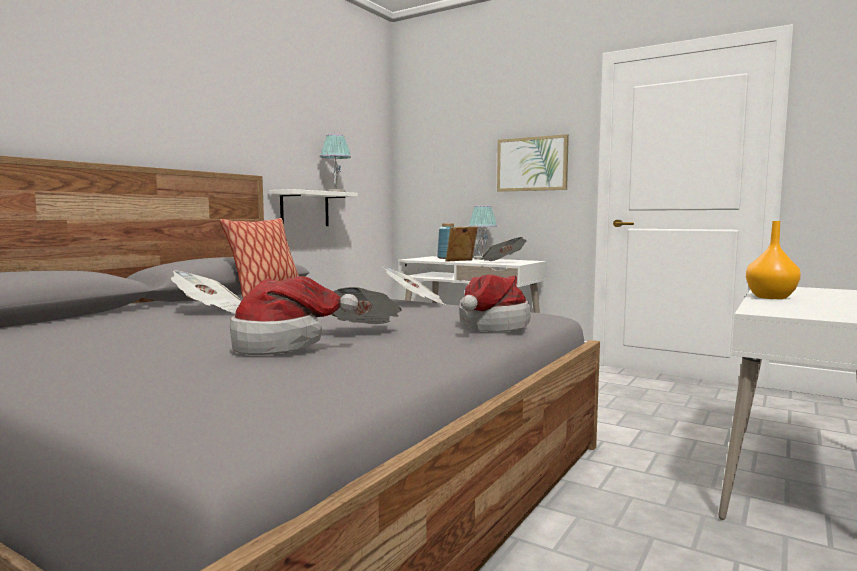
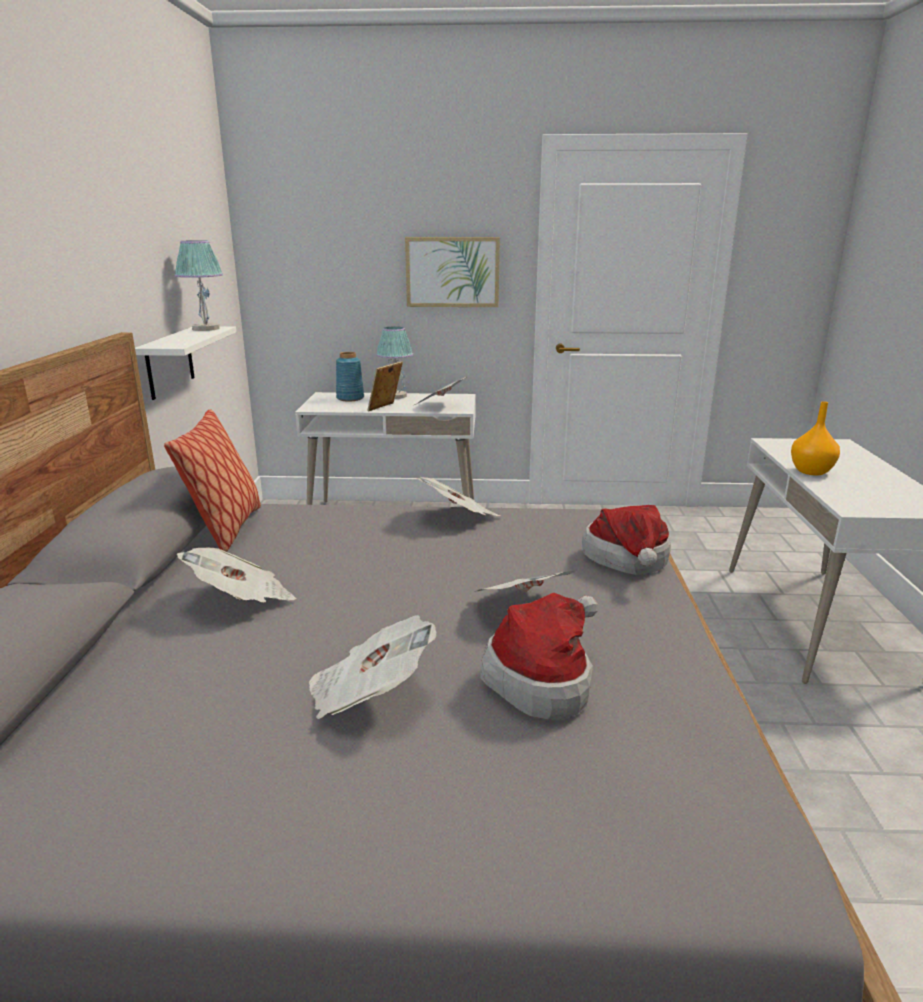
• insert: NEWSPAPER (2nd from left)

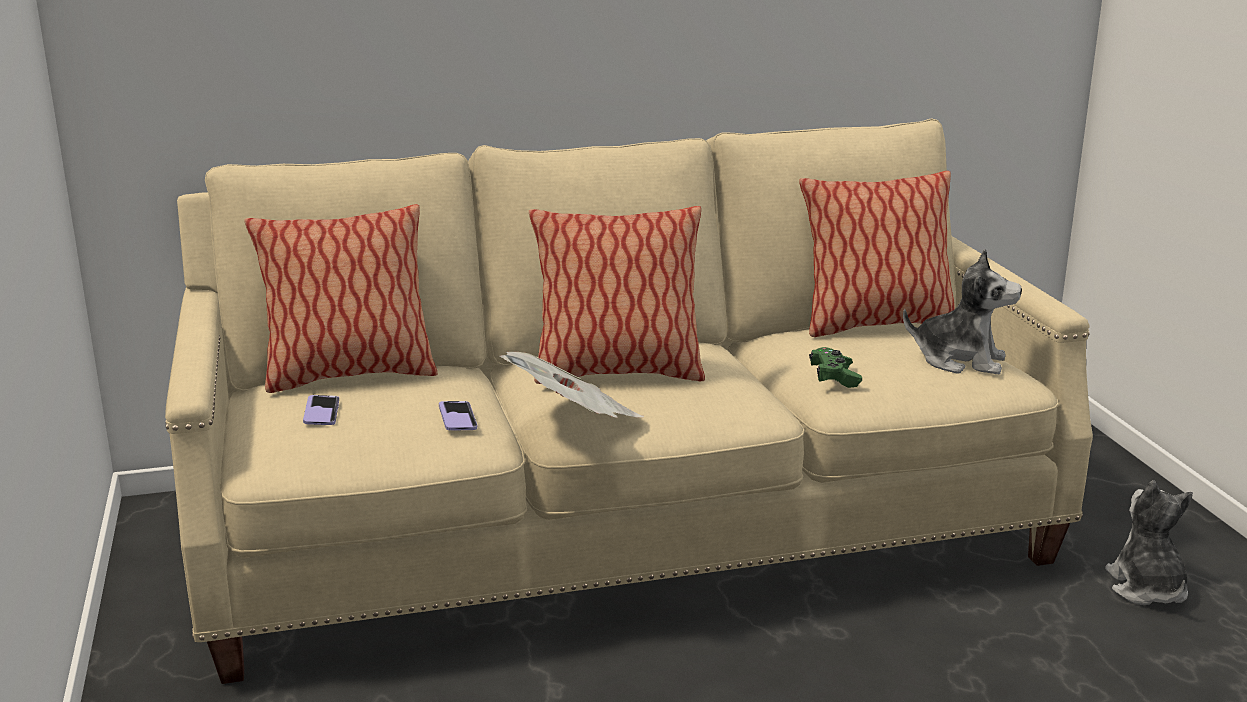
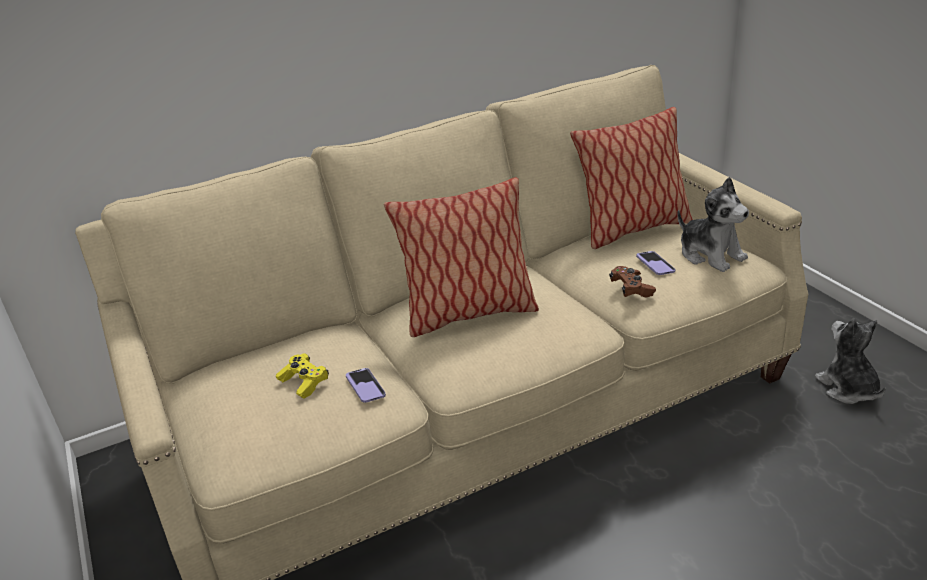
• delete: PILLOW (1st from left)
• delete: NEWSPAPER
• insert: YELLOW GAME CONTROLLER
• move: PHONE (1st from left in the first image) to PHONE (2nd from left)
• recolor: GREEN GAME CONTROLLER to BROWN GAME CONTROLLER
• rotate: PLUSH TOY (1st from left) 45 degrees clockwise

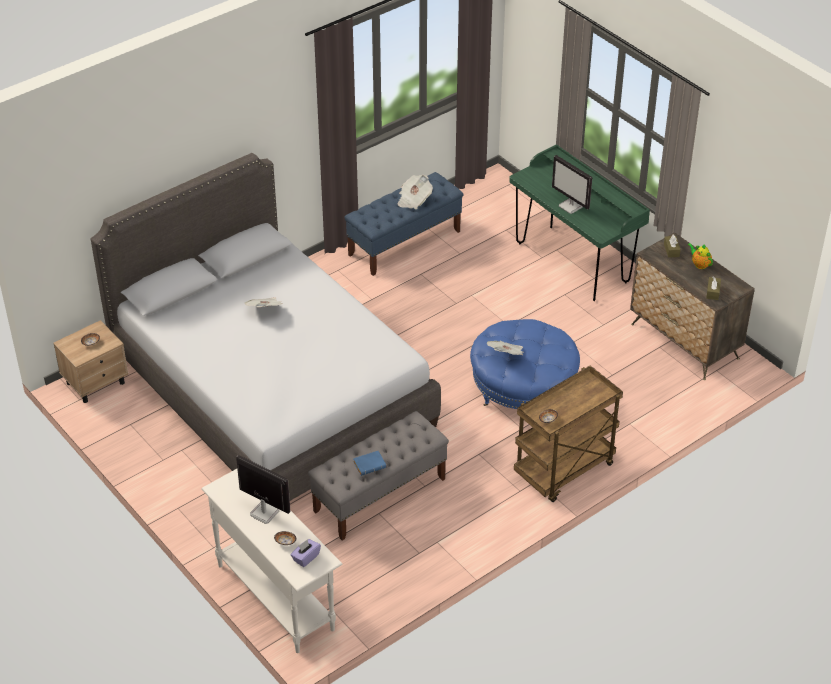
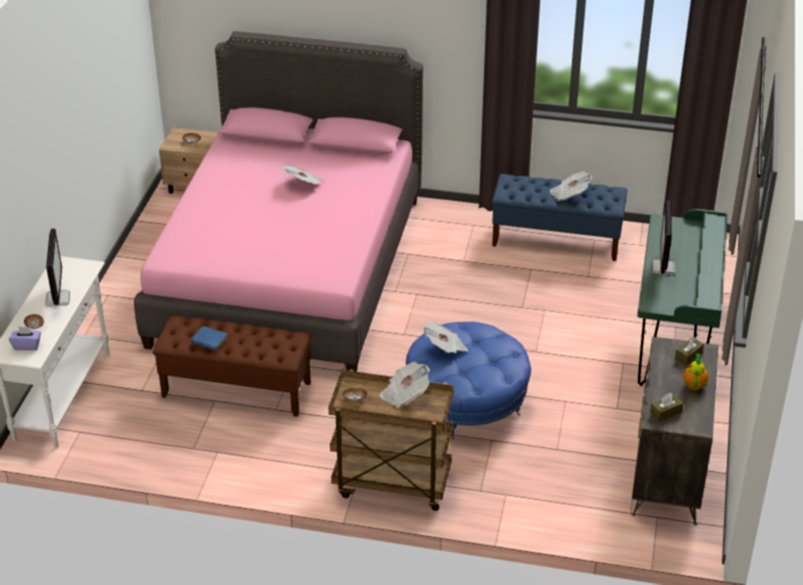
• insert: NEWSPAPER (2nd from left)
• recolor: GREY BED to PINK BED
• recolor: GREY BENCH to BROWN BENCH

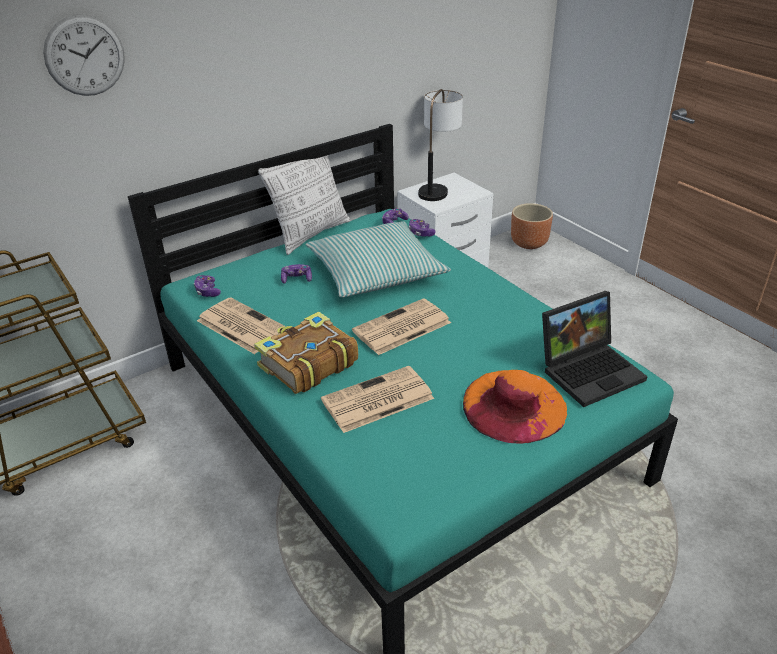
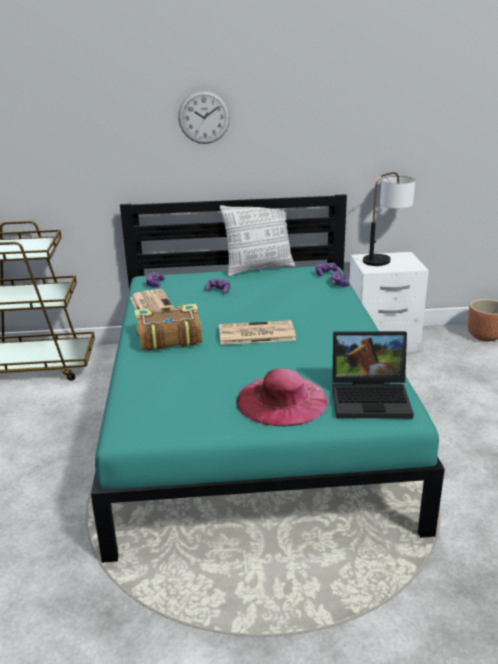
• delete: PILLOW (2nd from left)
• delete: NEWSPAPER (2nd from left)
• move: WALL CLOCK
• recolor: ORANGE HAT to PINK HAT

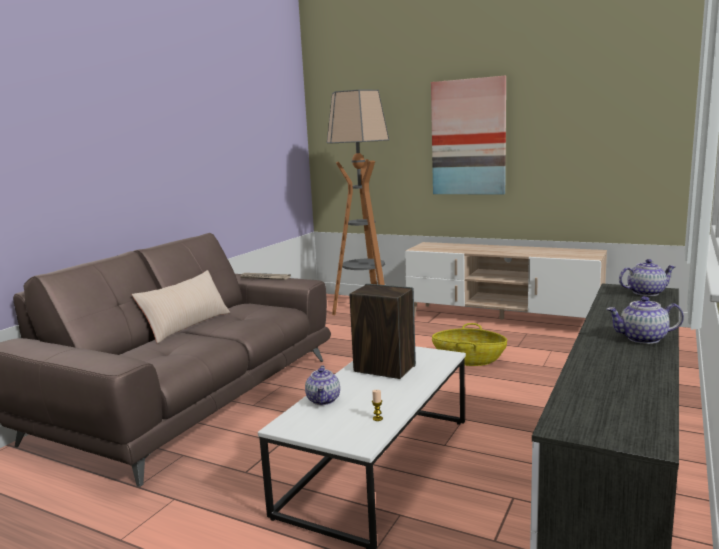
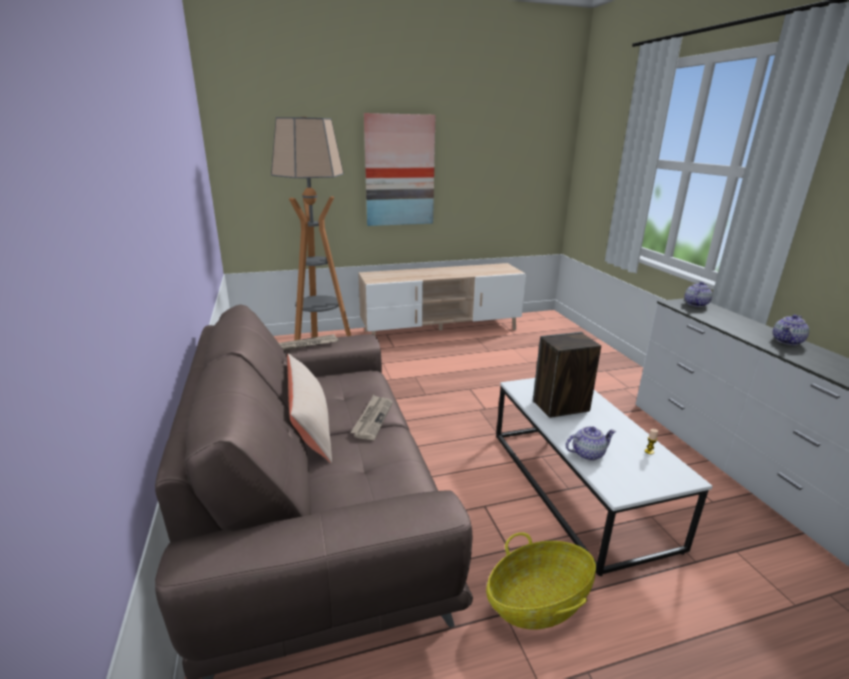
• insert: NEWSPAPER (2nd from left)
• move: BASKET
• rotate: TEAPOT (1st from left) 60 degrees counterclockwise

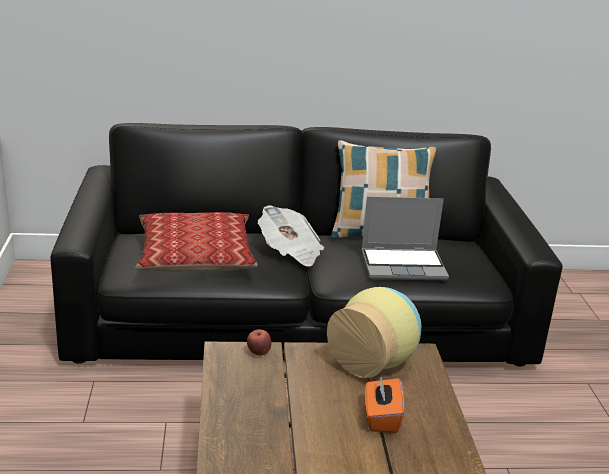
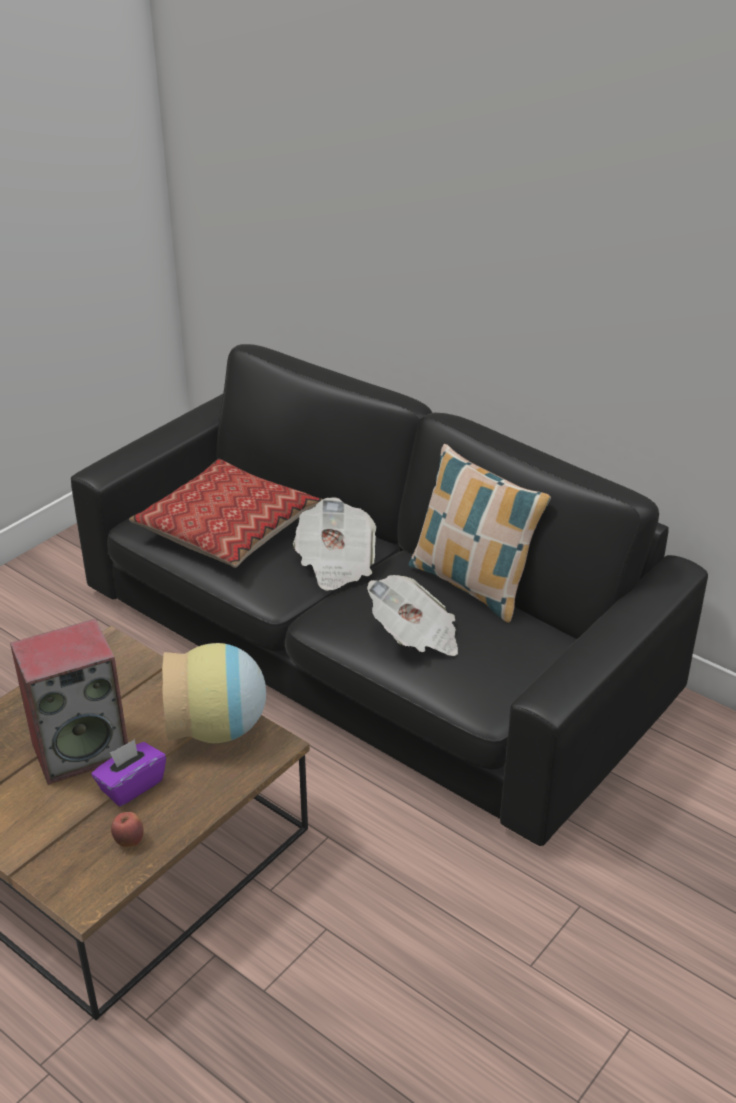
• insert: SPEAKER
• move: APPLE
• replace: LAPTOP to NEWSPAPER (2nd from left)
• recolor: ORANGE TISSUE BOX to PURPLE TISSUE BOX

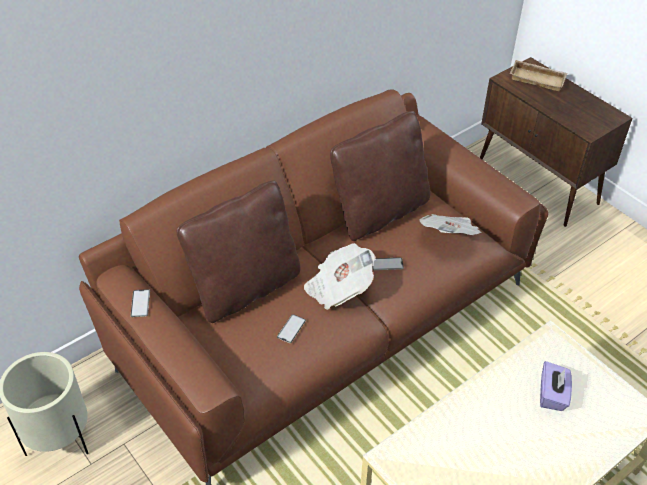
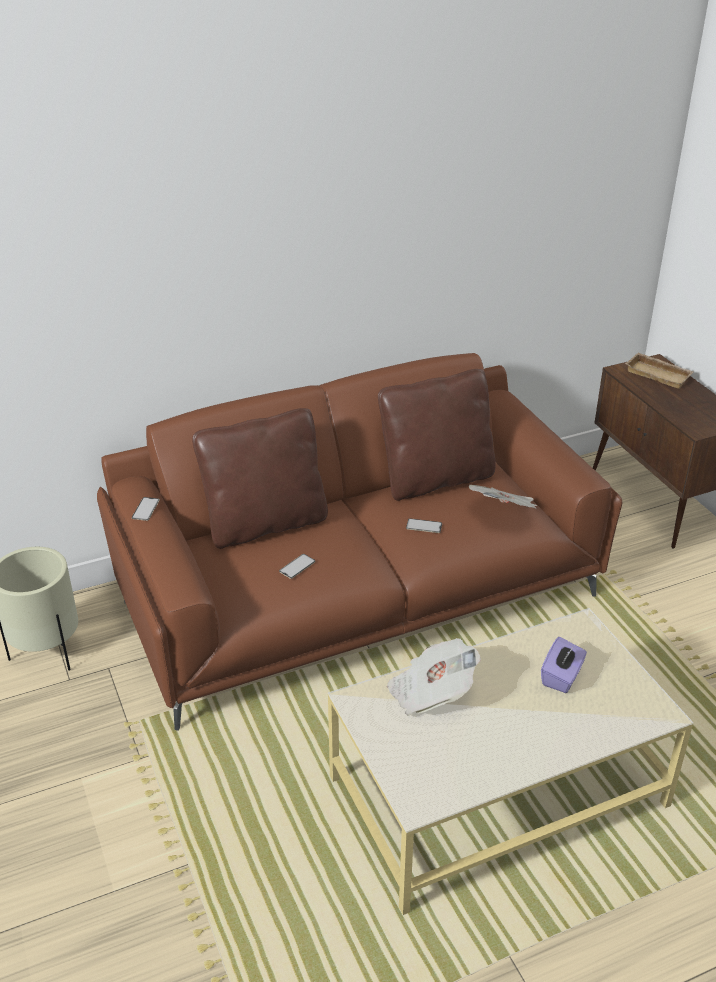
• move: NEWSPAPER (1st from left)

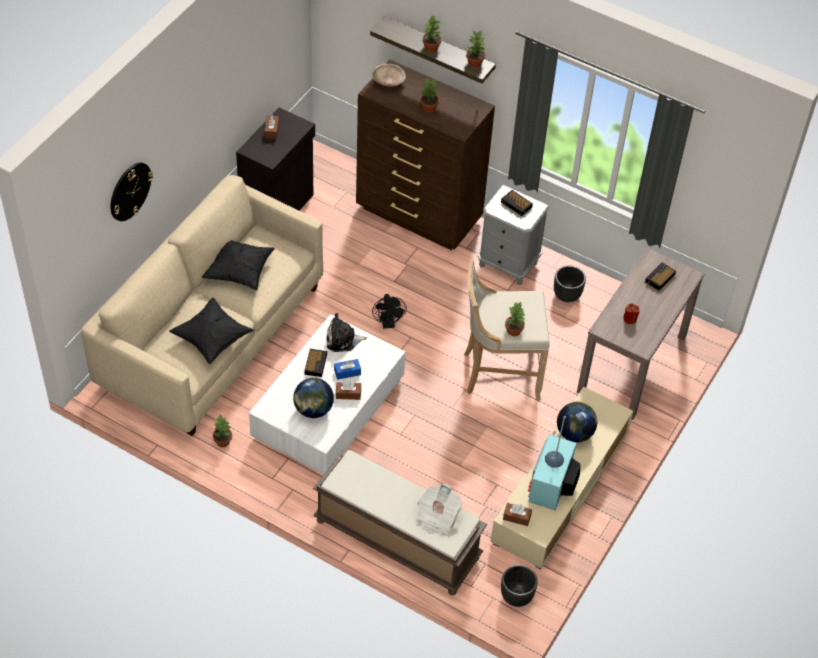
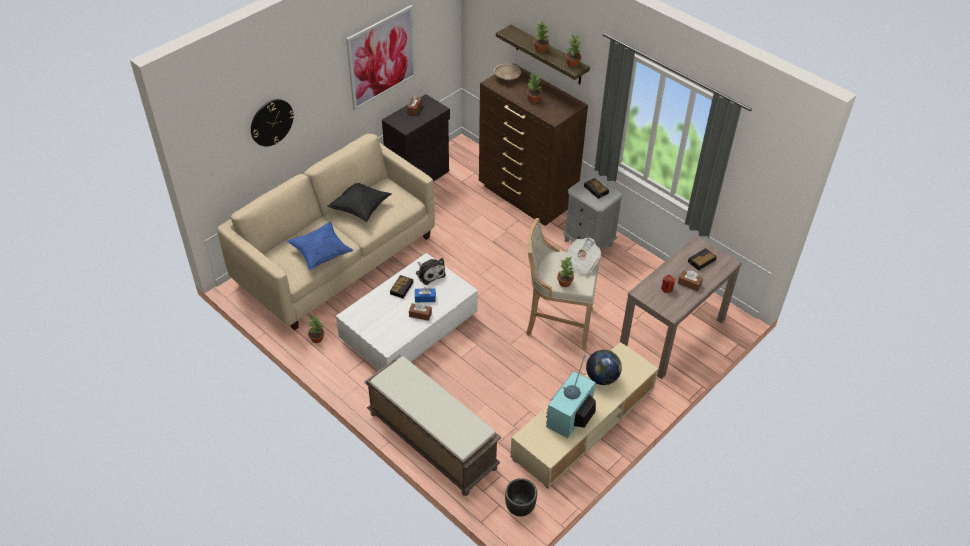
• delete: GLOBE (1st from left)
• delete: BLACK FAN
• delete: BLACK PLANTER (2nd from left)
• insert: PICTURE
• move: NEWSPAPER
• move: BROWN TISSUE BOX (3rd from left)
• recolor: BLACK PILLOW (1st from left) to BLUE PILLOW
• rotate: PLUSH TOY 135 degrees counterclockwise

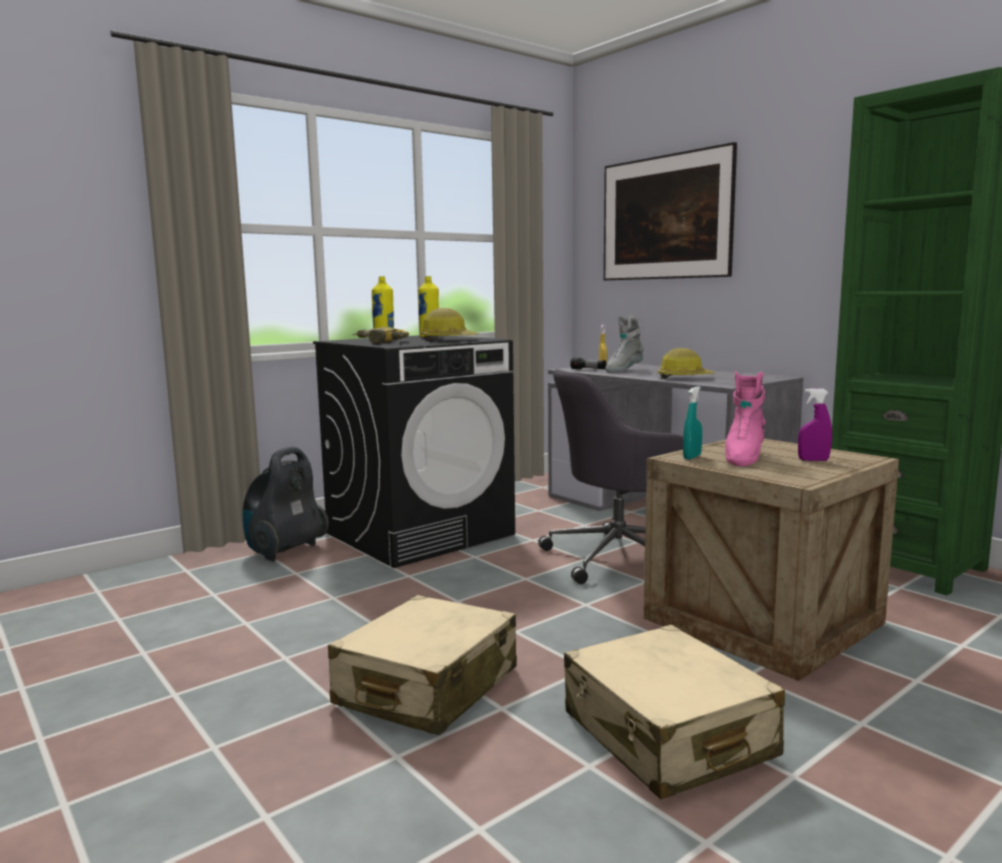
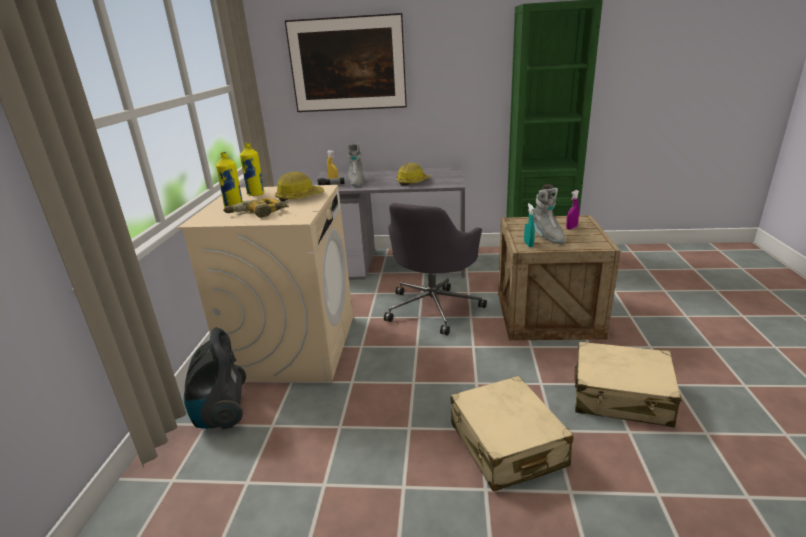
• recolor: BLACK WASHING MACHINE to BEIGE WASHING MACHINE
• recolor: PINK BOOT to GREY BOOT (2nd from left)

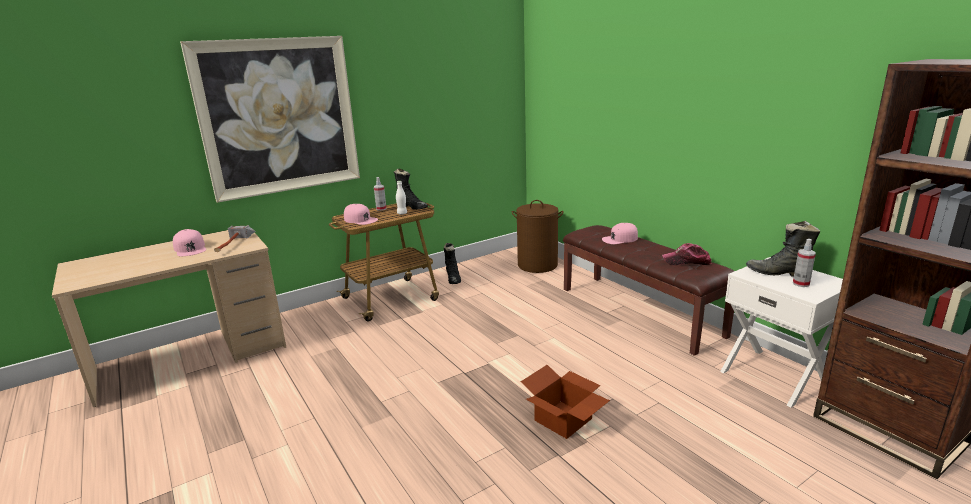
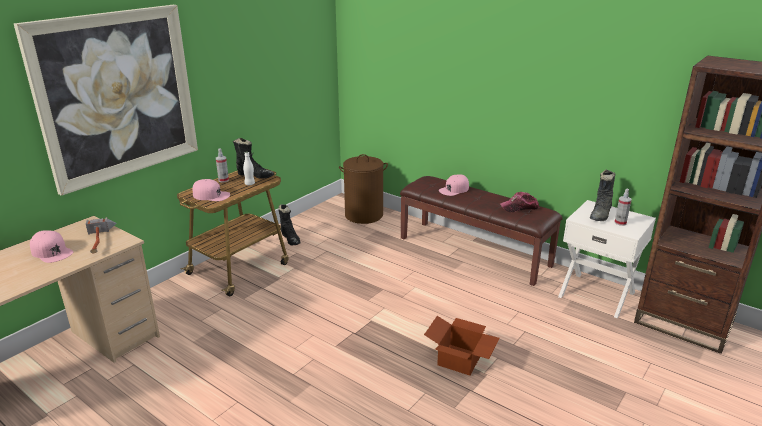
• rotate: BLACK BOOT (3rd from left) 60 degrees counterclockwise

